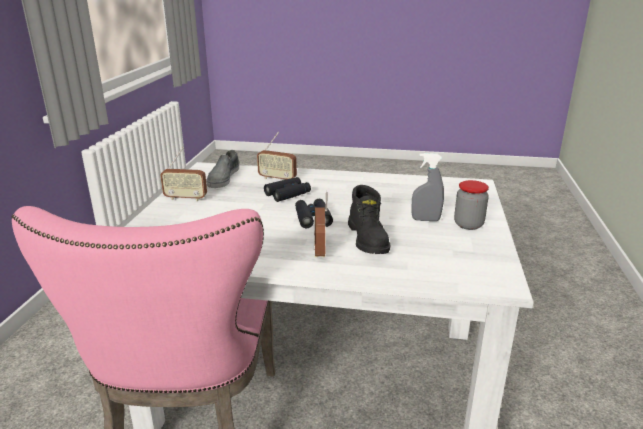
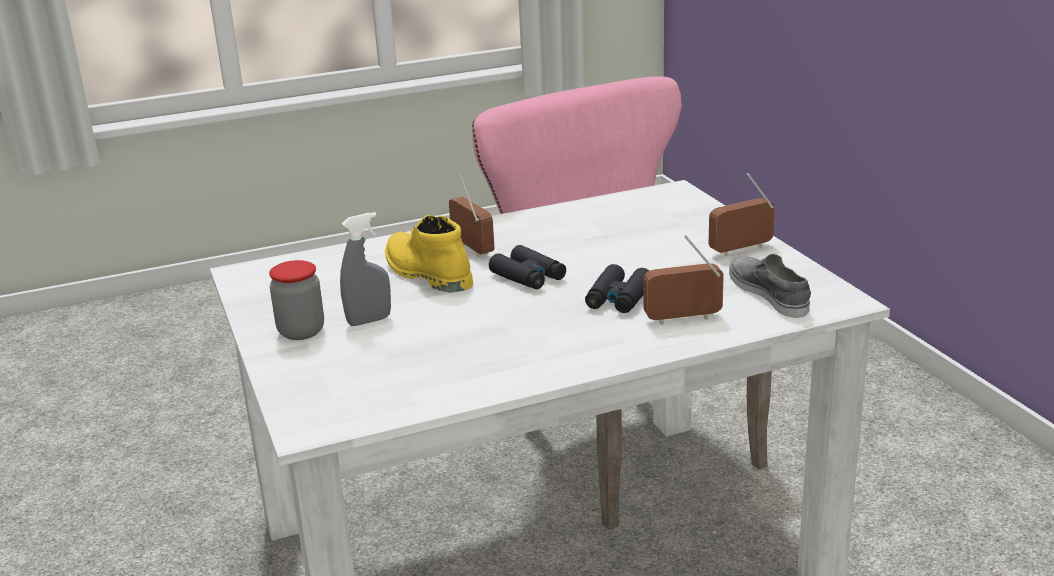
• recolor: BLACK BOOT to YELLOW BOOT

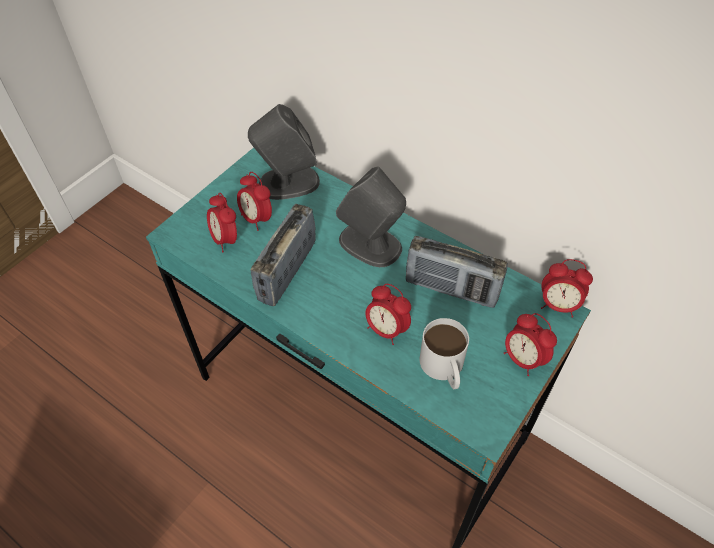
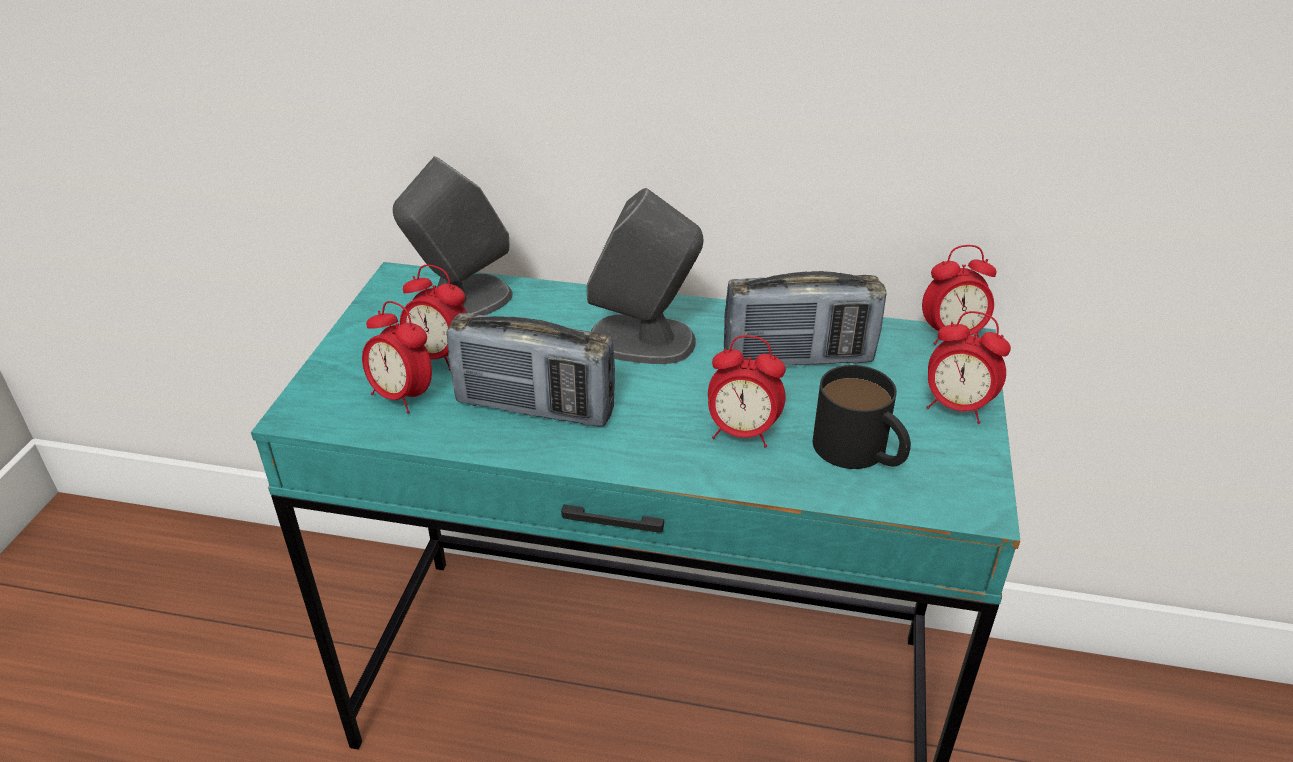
• recolor: WHITE MUG to BLACK MUG
• rotate: RADIO (1st from left) 75 degrees counterclockwise

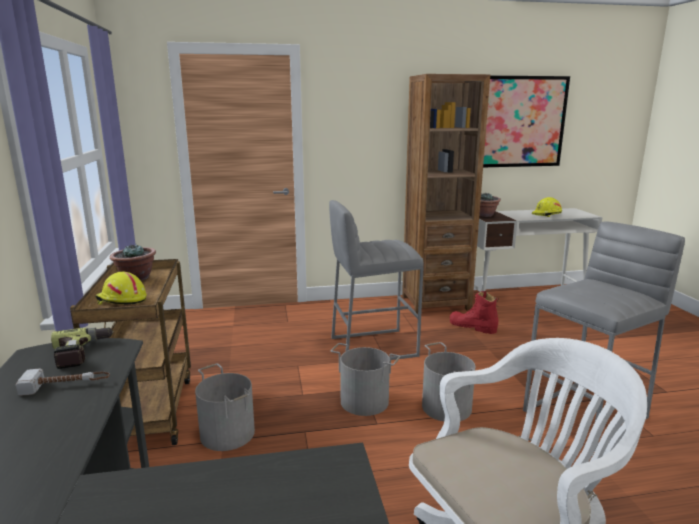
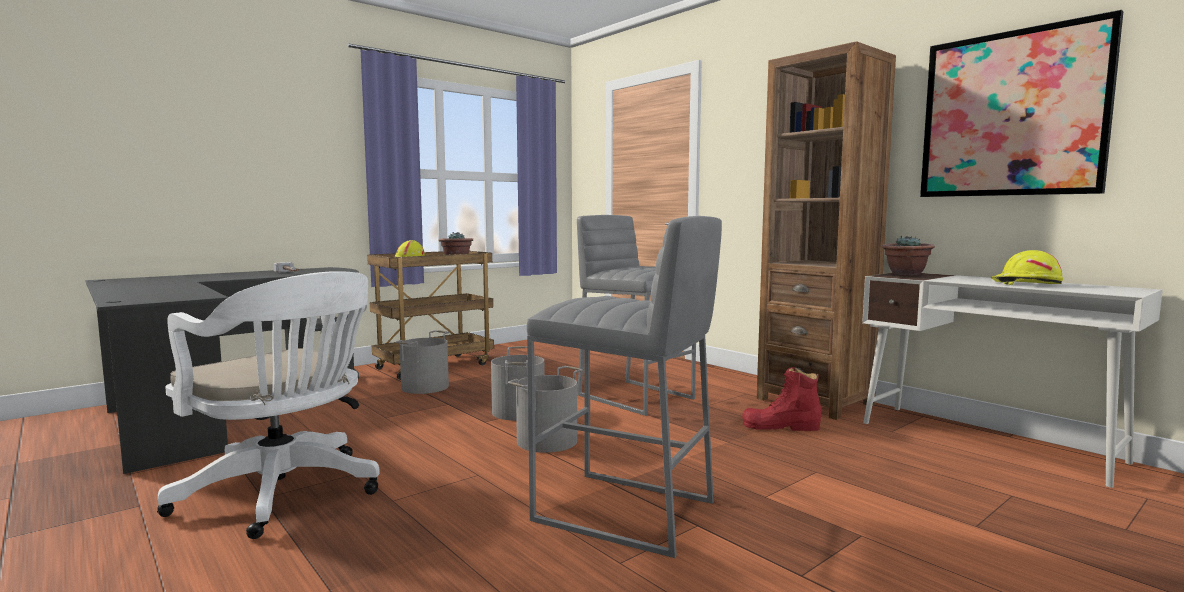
• delete: POWER DRILL
• rotate: RED BOOT 90 degrees counterclockwise

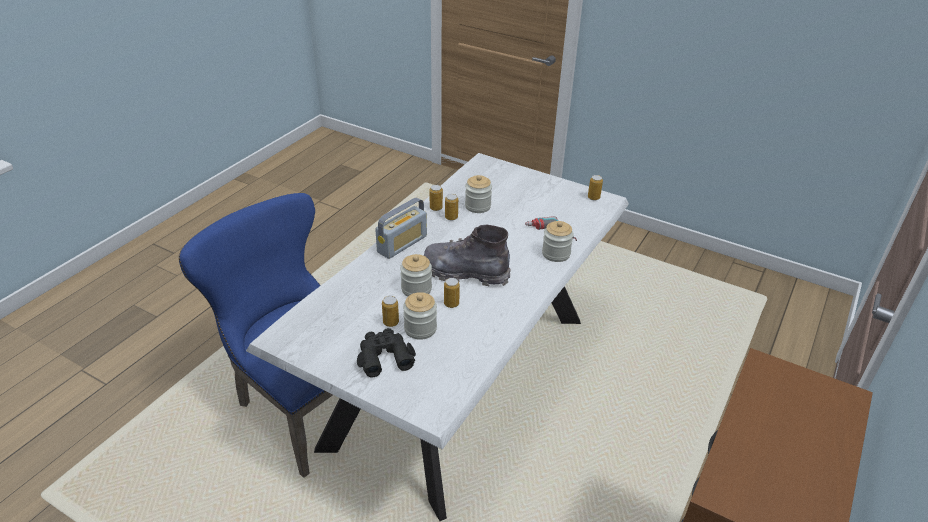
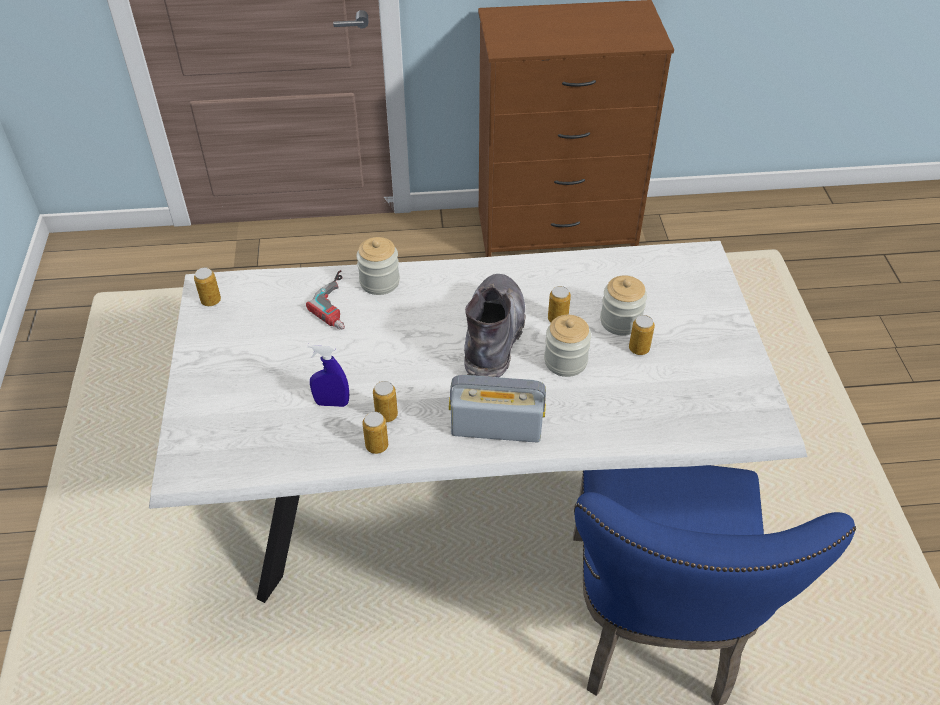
• delete: BLACK BINOCULARS
• replace: JAR (3rd from left) to BLUE SPRAY BOTTLE
• rotate: GREY BOOT 150 degrees counterclockwise

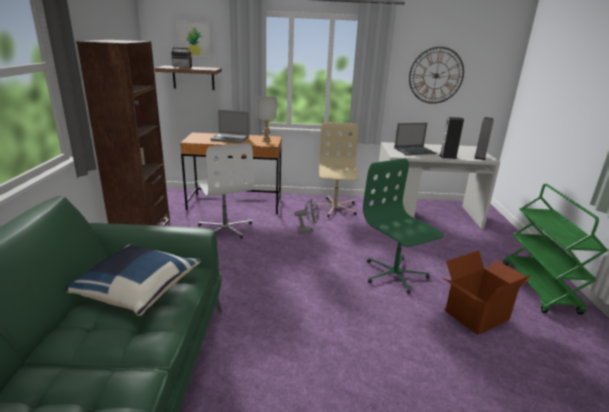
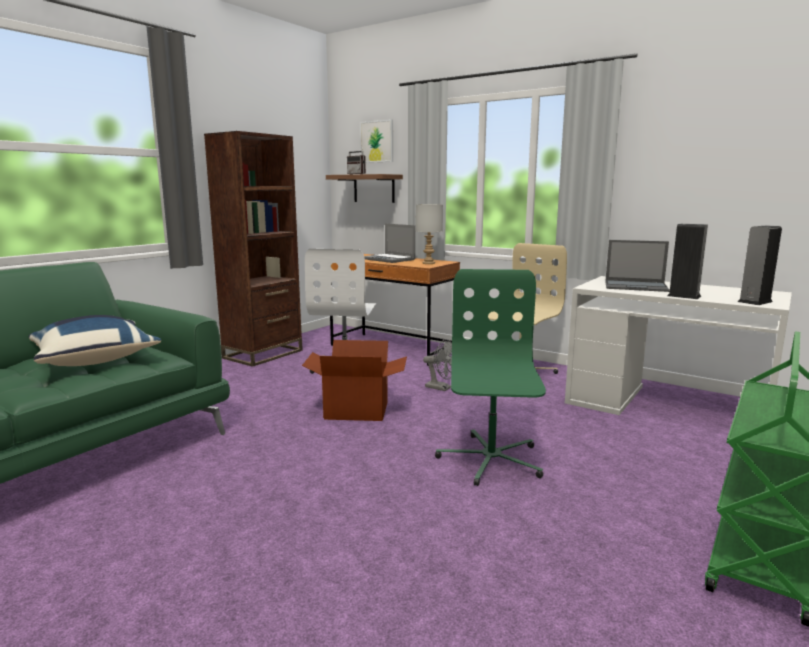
• delete: WALL CLOCK
• move: CARDBOARD BOX

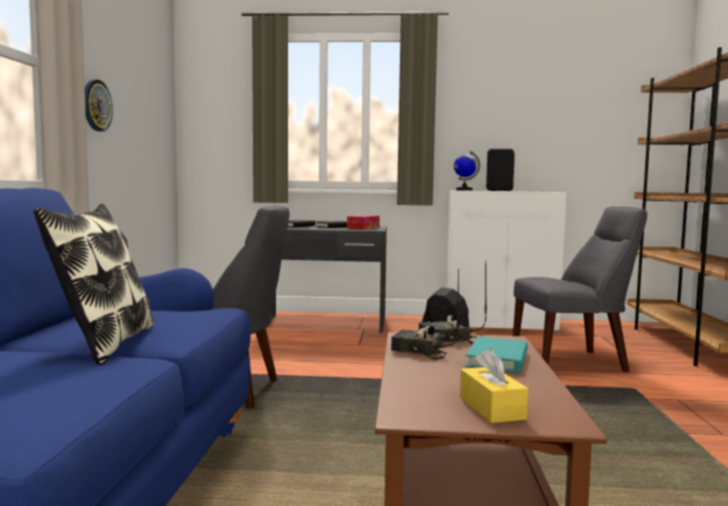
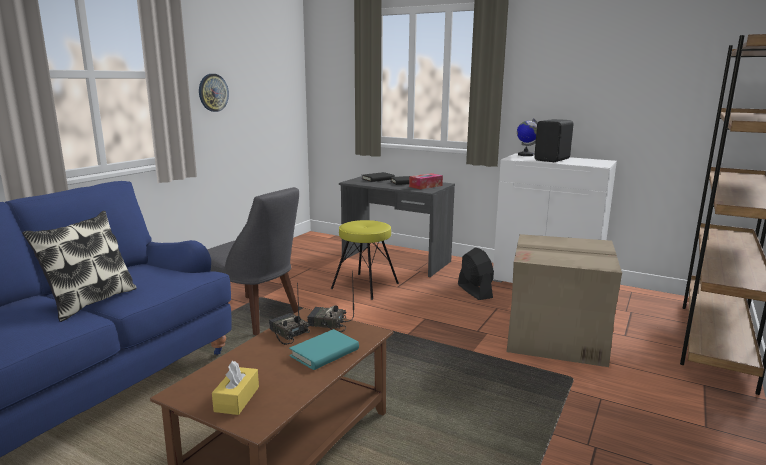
• insert: YELLOW STOOL
• replace: GREY CHAIR (2nd from left) to CARDBOARD BOX

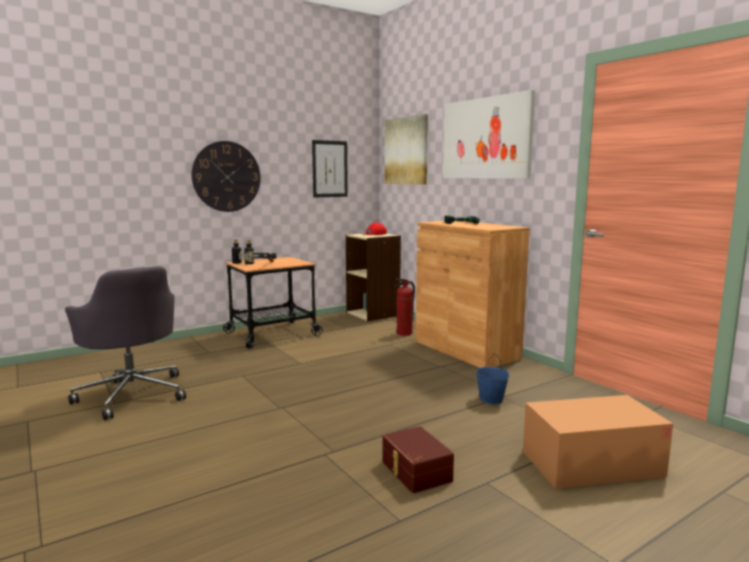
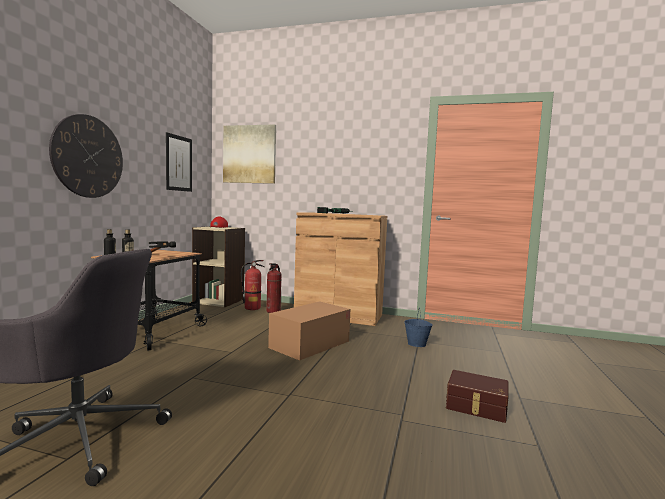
• delete: PICTURE (3rd from left)
• insert: FIRE EXTINGUISHER (1st from left)
• move: CARDBOARD BOX

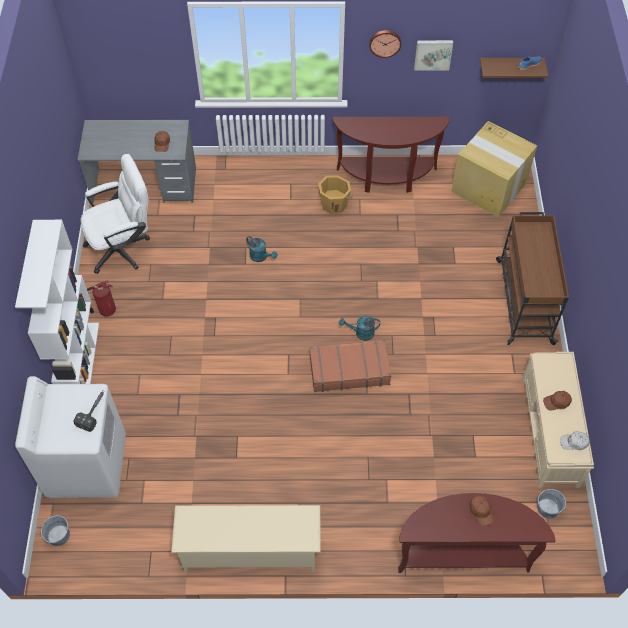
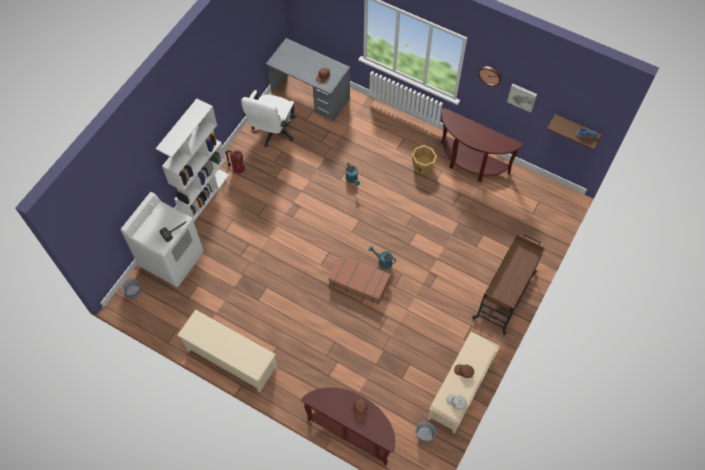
• delete: CARDBOARD BOX
• rotate: WHITE OFFICE CHAIR 105 degrees clockwise

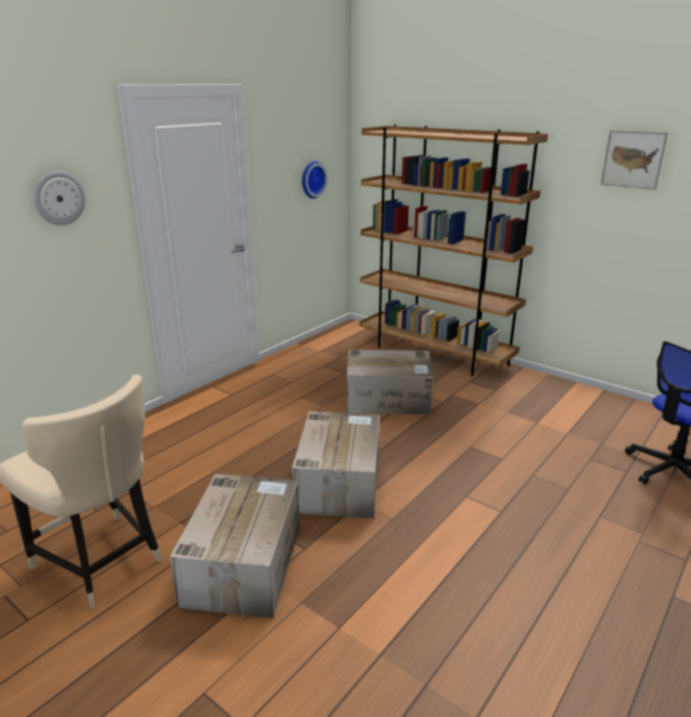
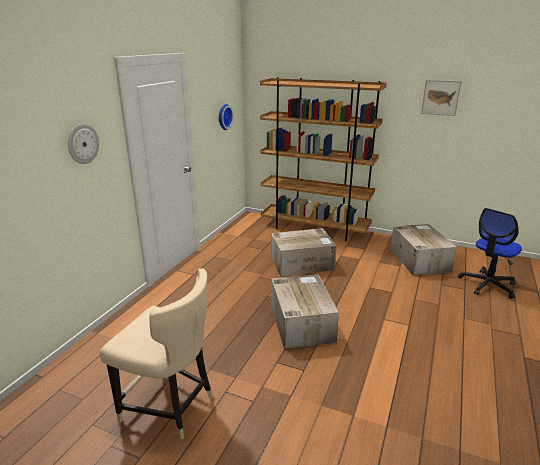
• move: CARDBOARD BOX (1st from left in the first image) to CARDBOARD BOX (3rd from left)

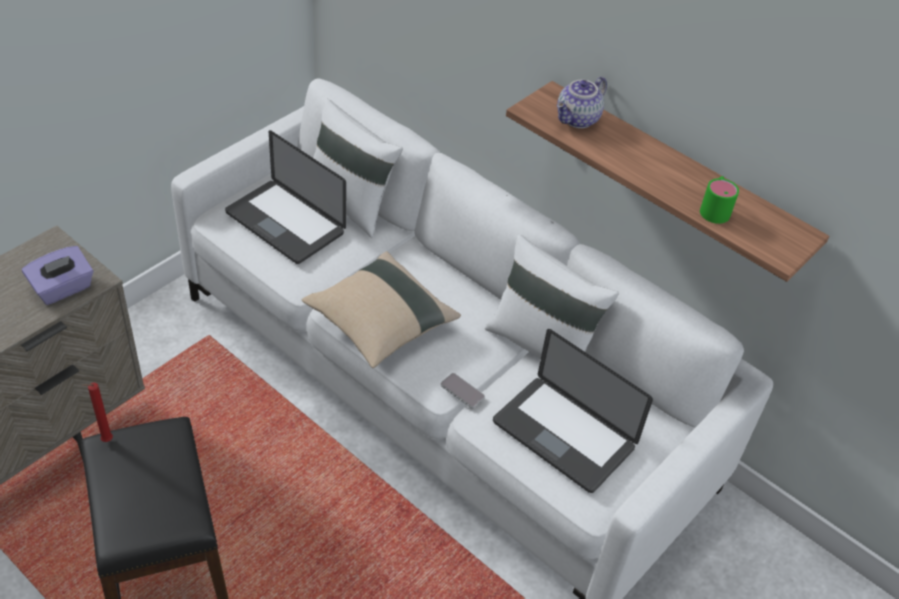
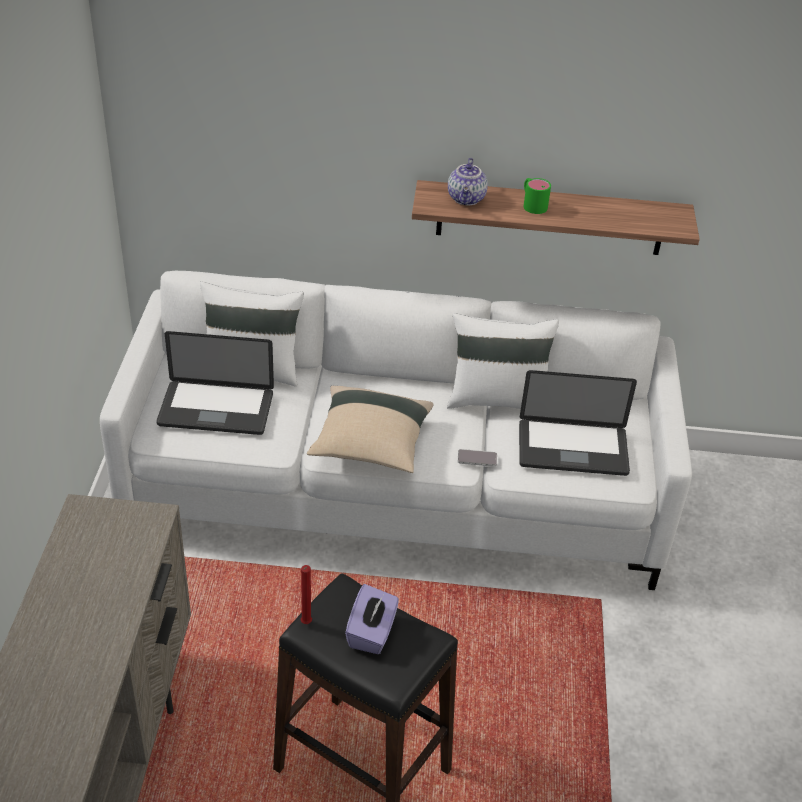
• move: PURPLE TISSUE BOX
• move: GREEN MUG

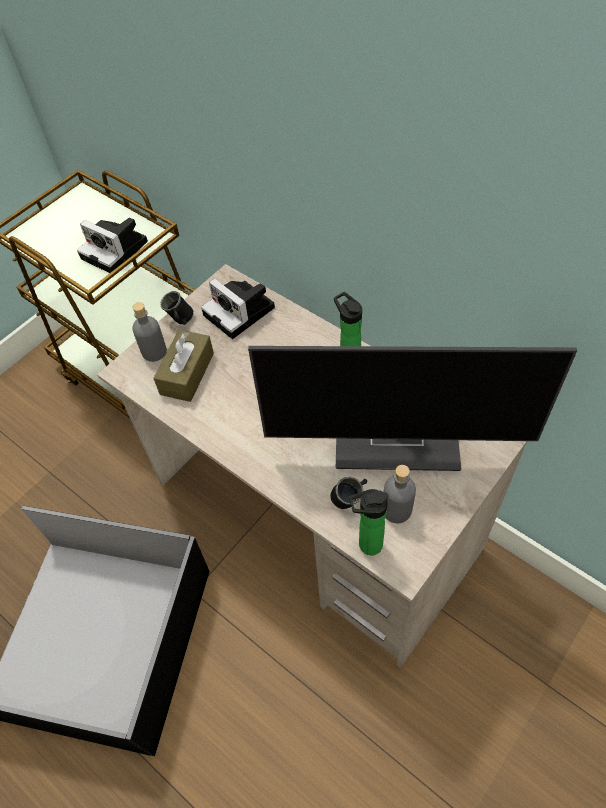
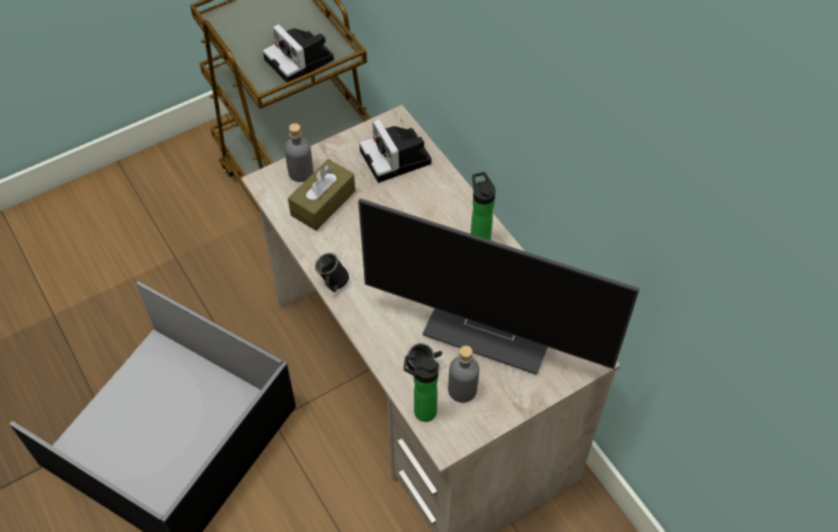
• move: BLACK MUG (1st from left)

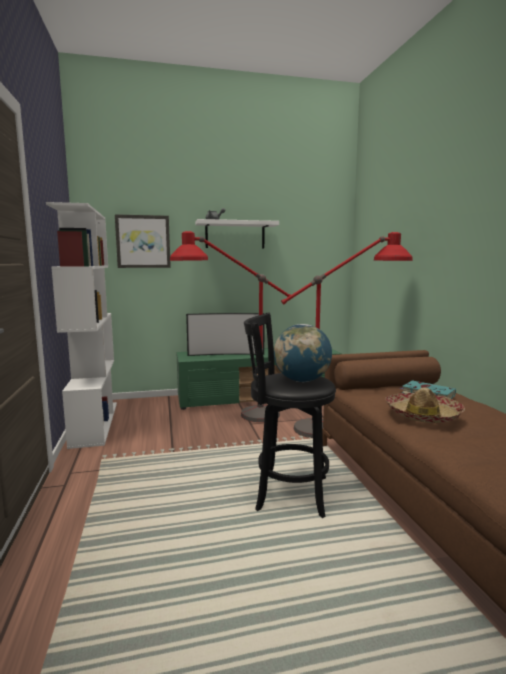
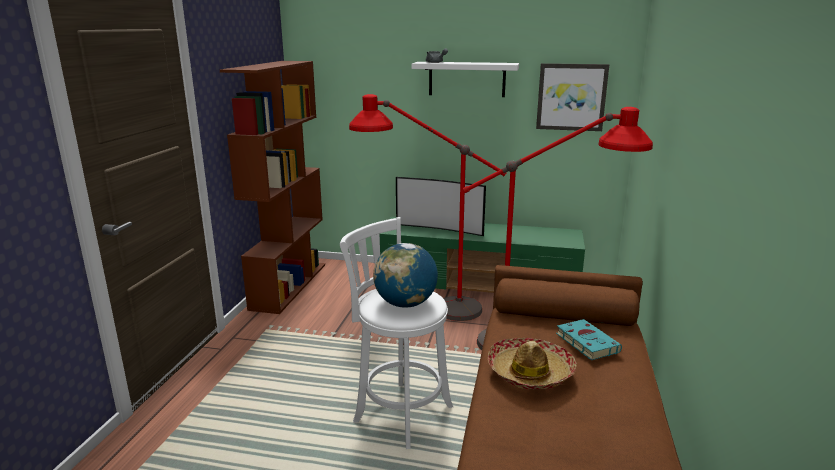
• move: PICTURE
• recolor: WHITE BOOKCASE to BROWN BOOKCASE
• recolor: BLACK STOOL to WHITE STOOL

